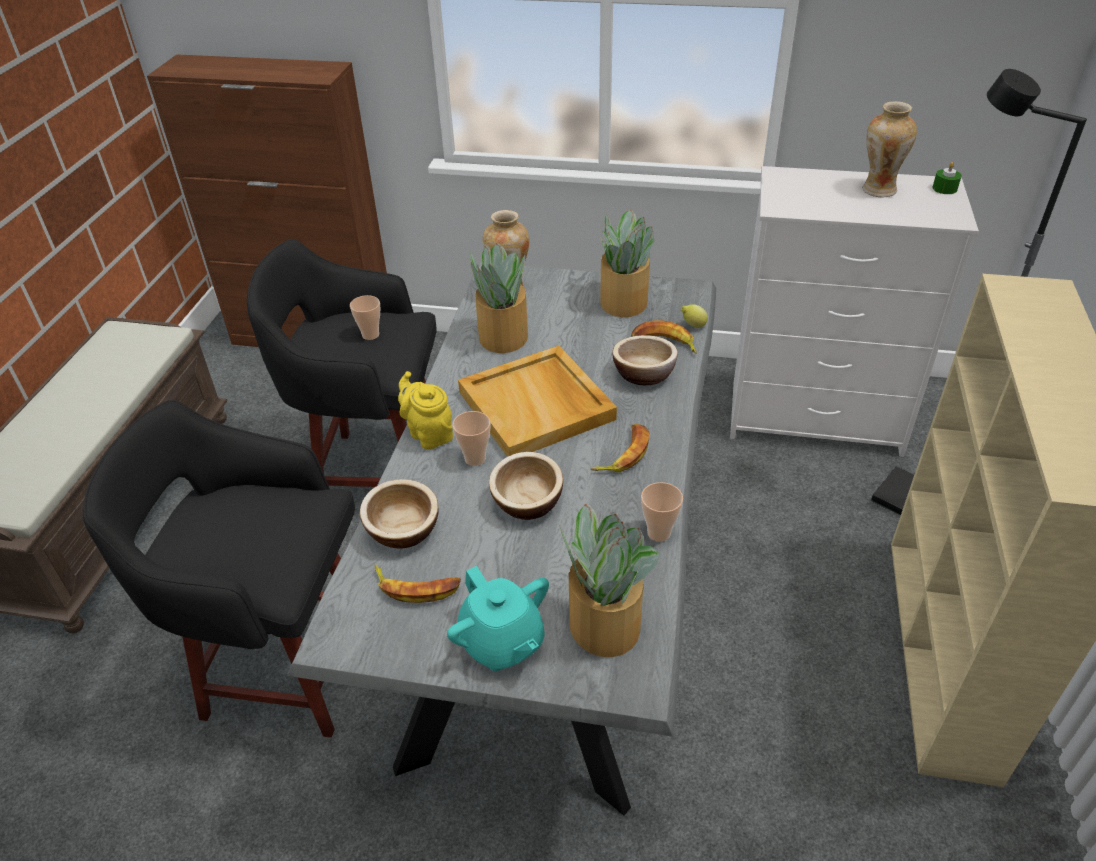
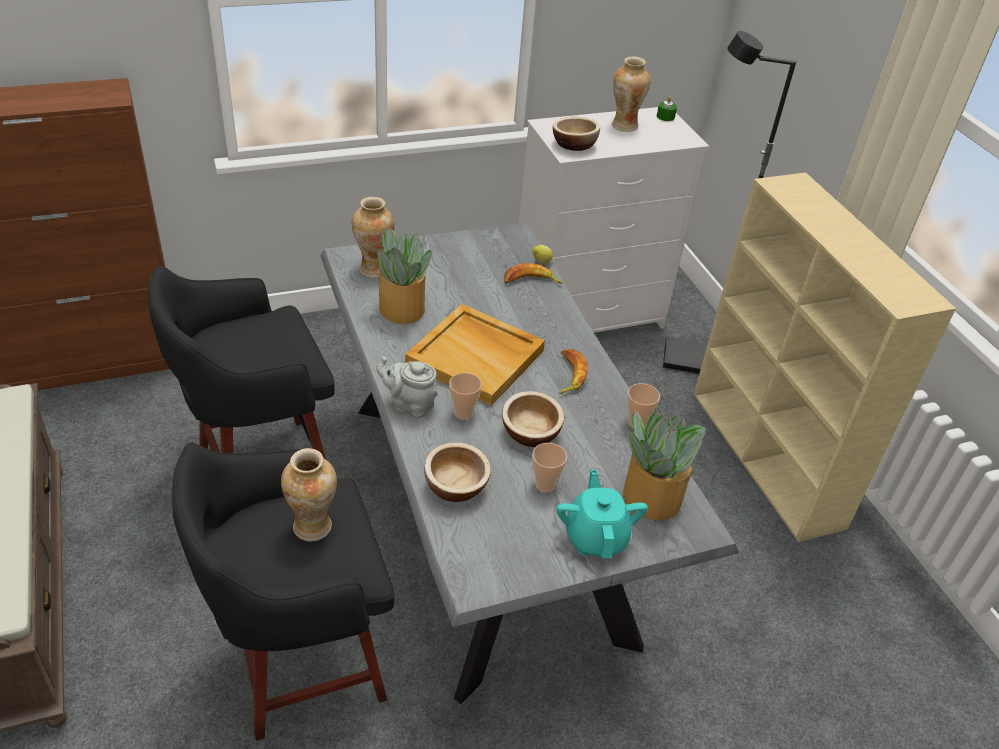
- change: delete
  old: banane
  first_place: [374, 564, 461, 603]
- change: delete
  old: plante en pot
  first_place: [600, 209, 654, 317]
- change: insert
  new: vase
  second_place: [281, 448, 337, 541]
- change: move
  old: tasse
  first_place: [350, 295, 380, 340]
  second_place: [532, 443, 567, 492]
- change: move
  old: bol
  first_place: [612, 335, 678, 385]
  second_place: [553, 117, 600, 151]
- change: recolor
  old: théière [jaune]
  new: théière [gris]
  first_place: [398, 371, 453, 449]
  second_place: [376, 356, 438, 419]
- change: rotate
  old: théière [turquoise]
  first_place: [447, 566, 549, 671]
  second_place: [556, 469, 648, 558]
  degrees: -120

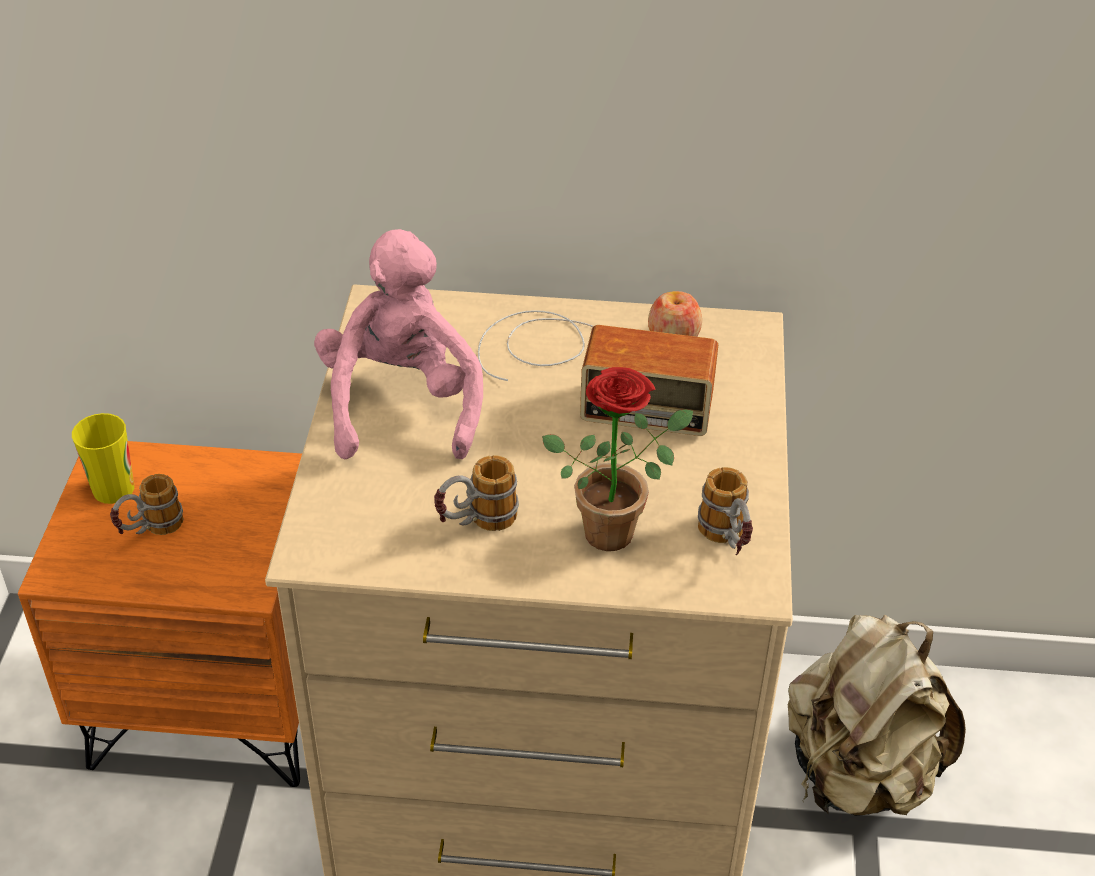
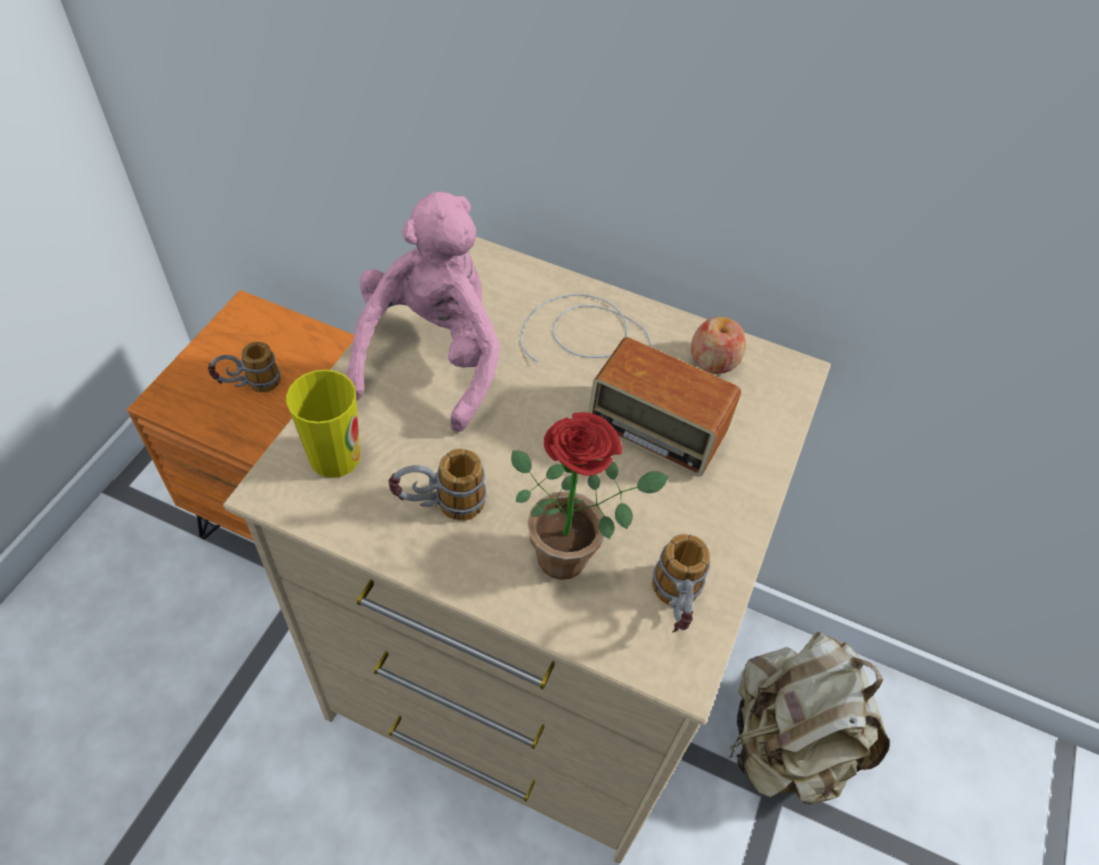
- change: move
  old: tasse
  first_place: [72, 413, 134, 504]
  second_place: [286, 369, 360, 478]

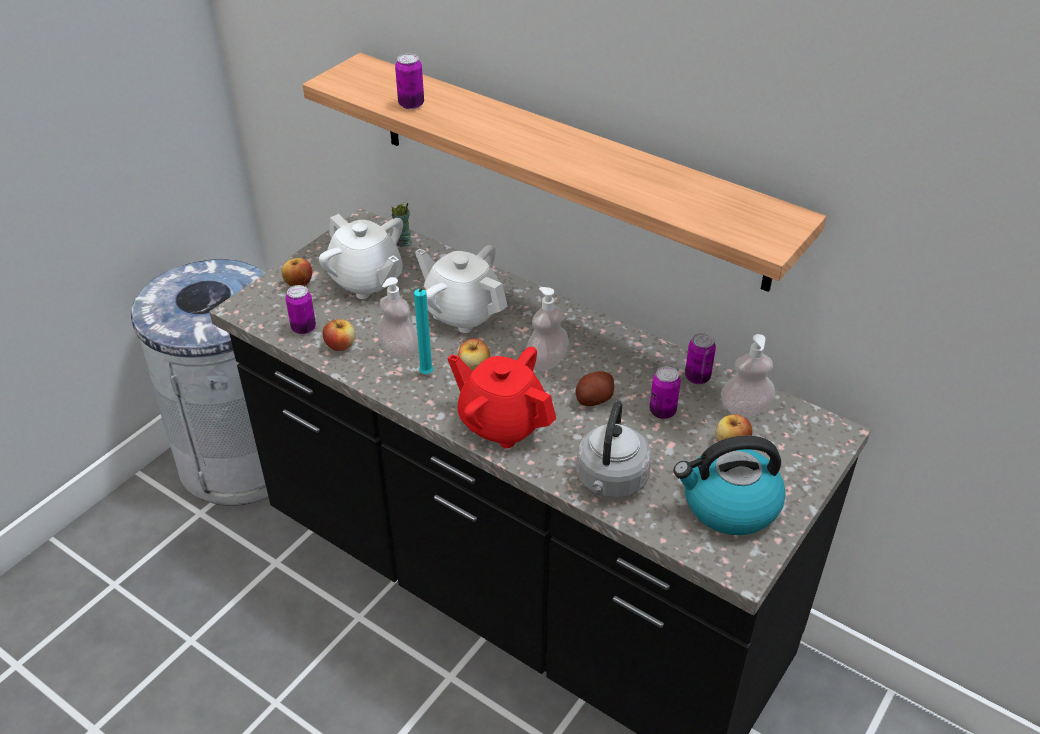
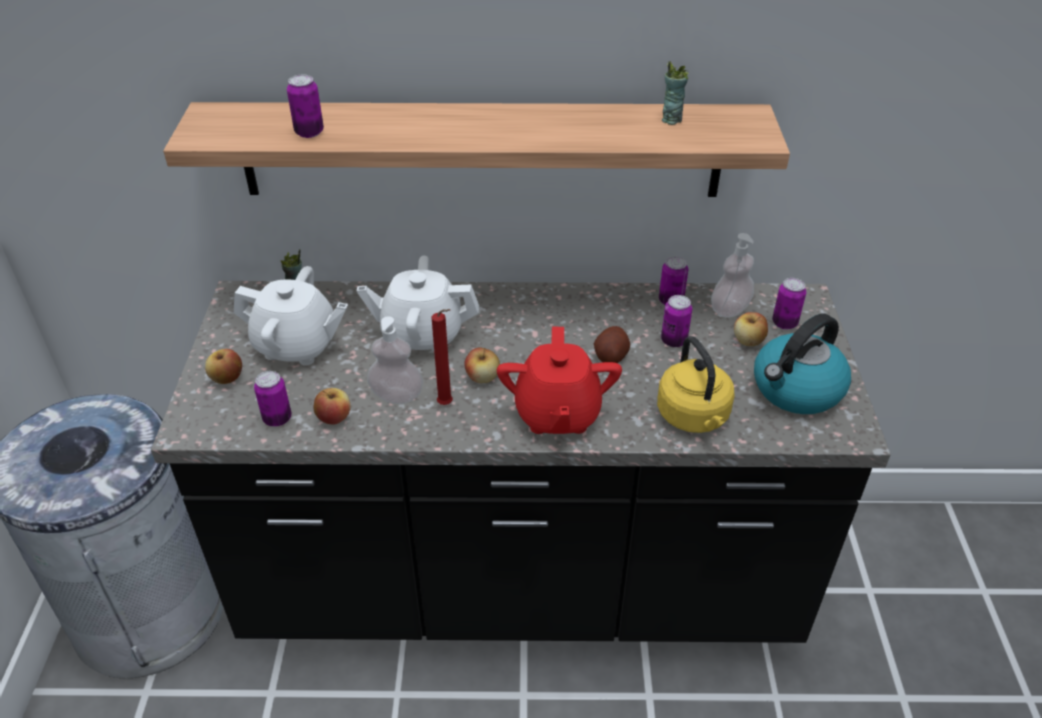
- change: delete
  old: distributeur de savon
  first_place: [526, 287, 569, 371]
- change: insert
  new: tasse
  second_place: [662, 61, 689, 125]
- change: insert
  new: boîte métallique
  second_place: [772, 278, 806, 330]
- change: recolor
  old: bougie [turquoise]
  new: bougie [rouge]
  first_place: [414, 287, 433, 374]
  second_place: [431, 309, 453, 405]
- change: recolor
  old: bouilloire [gris]
  new: bouilloire [jaune]
  first_place: [576, 401, 652, 498]
  second_place: [657, 336, 735, 433]
- change: rotate
  old: théière [rouge]
  first_place: [448, 347, 556, 448]
  second_place: [497, 326, 622, 434]
  degrees: -90

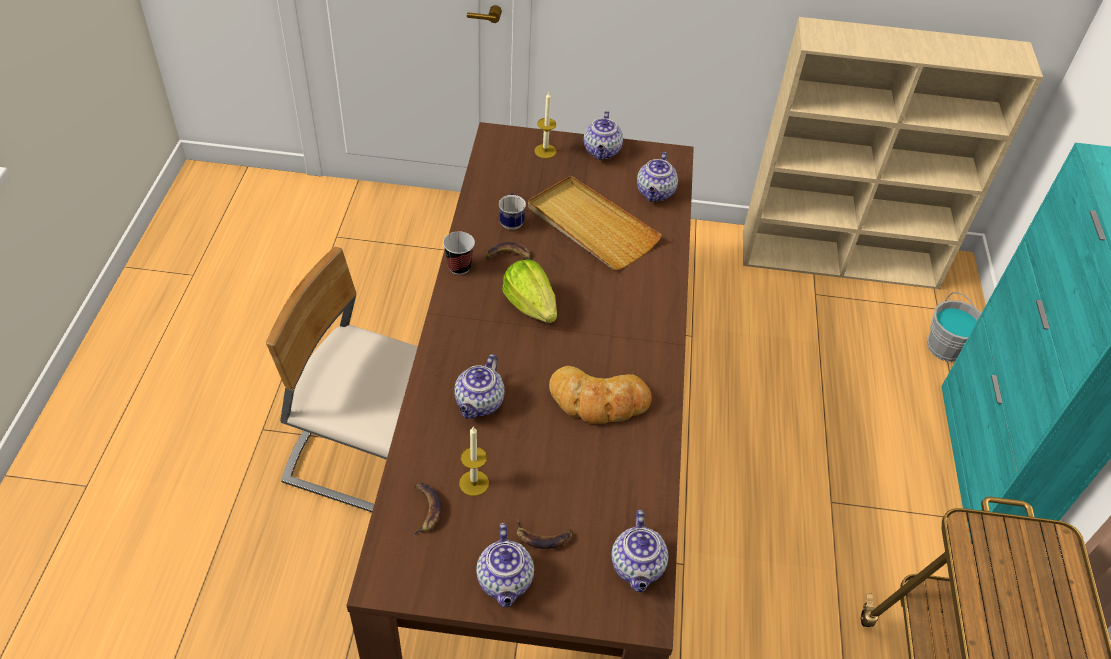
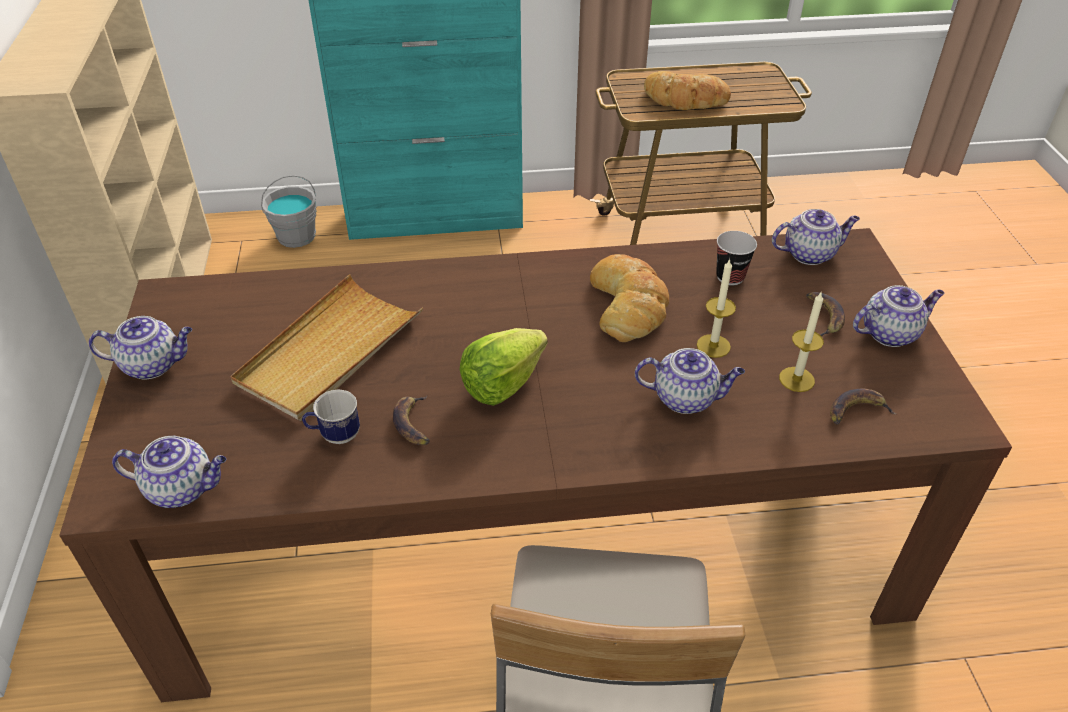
- change: insert
  new: pain
  second_place: [644, 71, 731, 110]
- change: move
  old: tasse
  first_place: [443, 231, 475, 275]
  second_place: [716, 231, 757, 285]
- change: move
  old: bougie
  first_place: [534, 92, 556, 158]
  second_place: [697, 258, 736, 358]
- change: move
  old: théière
  first_place: [637, 152, 678, 202]
  second_place: [112, 436, 226, 508]

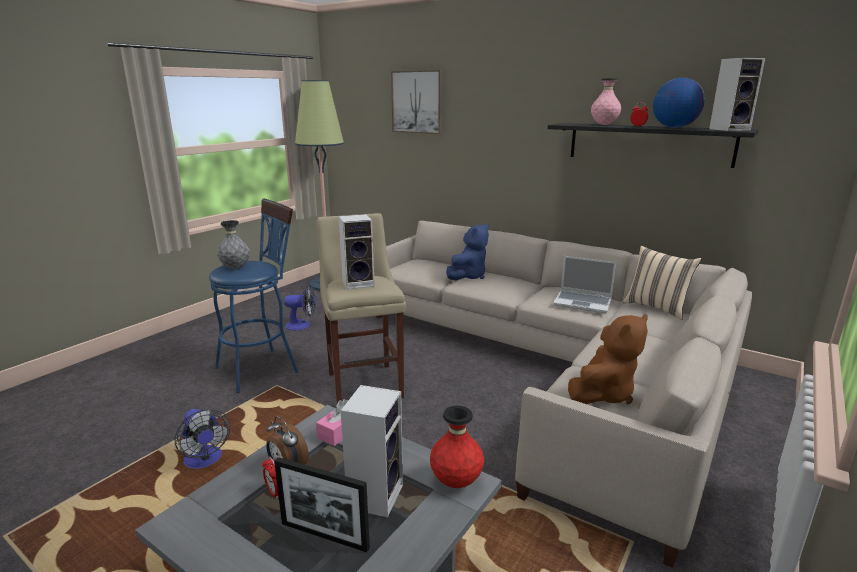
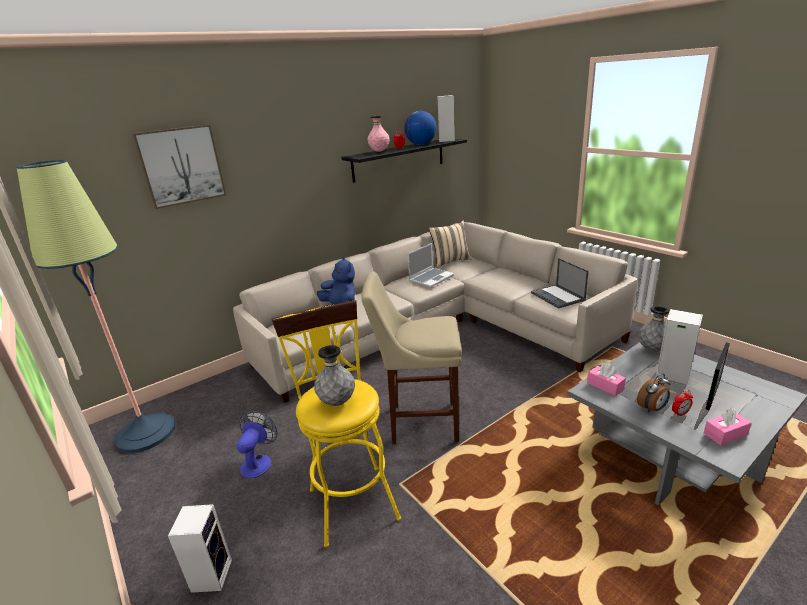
- change: delete
  old: ventilateur
  first_place: [174, 409, 231, 469]
- change: insert
  new: boîte à mouchoirs [rose]
  second_place: [704, 408, 752, 445]
- change: move
  old: enceinte
  first_place: [338, 214, 375, 290]
  second_place: [168, 504, 232, 593]
- change: replace
  old: peluche [marron]
  new: ordinateur portable
  first_place: [568, 314, 648, 404]
  second_place: [531, 258, 589, 309]
- change: recolor
  old: tabouret [bleu]
  new: tabouret [jaune]
  first_place: [209, 198, 298, 393]
  second_place: [271, 300, 401, 548]
- change: recolor
  old: vase [rouge]
  new: vase [gris]
  first_place: [430, 406, 484, 488]
  second_place: [638, 306, 669, 352]

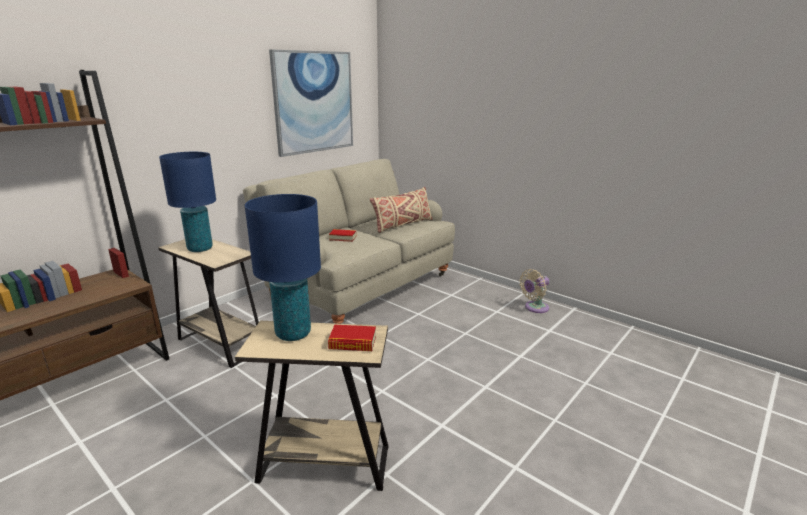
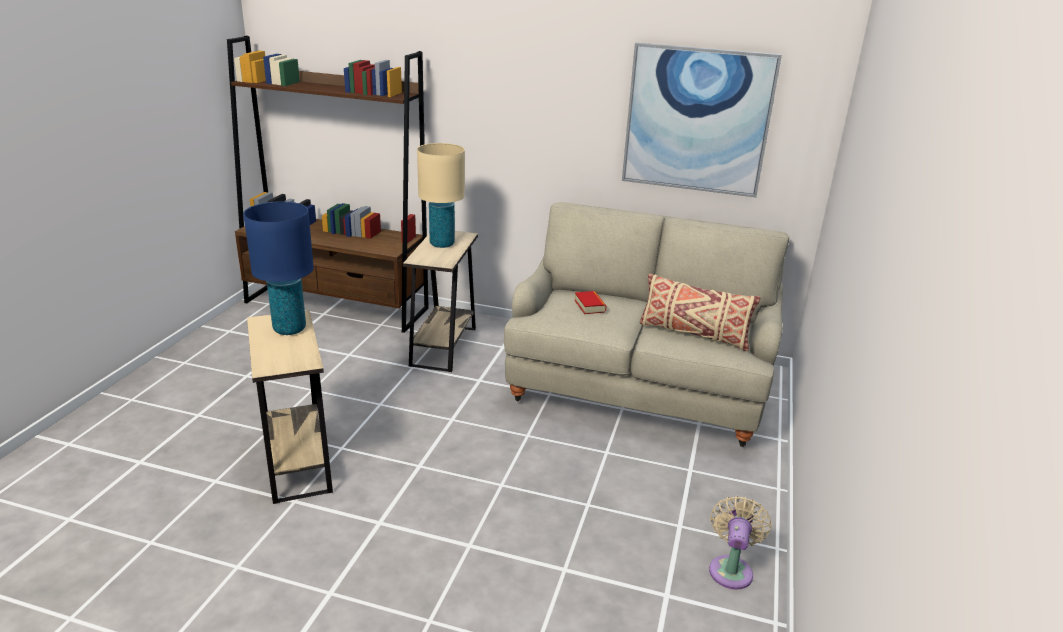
- change: delete
  old: livre
  first_place: [328, 325, 376, 351]
- change: recolor
  old: lampe de table [bleu]
  new: lampe de table [beige]
  first_place: [159, 152, 216, 252]
  second_place: [417, 143, 465, 248]
- change: rotate
  old: ventilateur [beige]
  first_place: [519, 269, 549, 313]
  second_place: [709, 496, 772, 589]
  degrees: 75

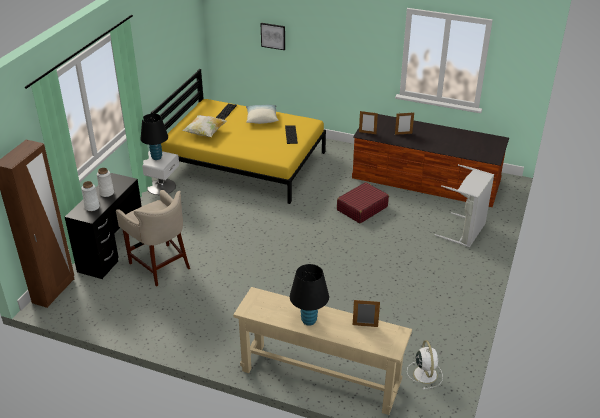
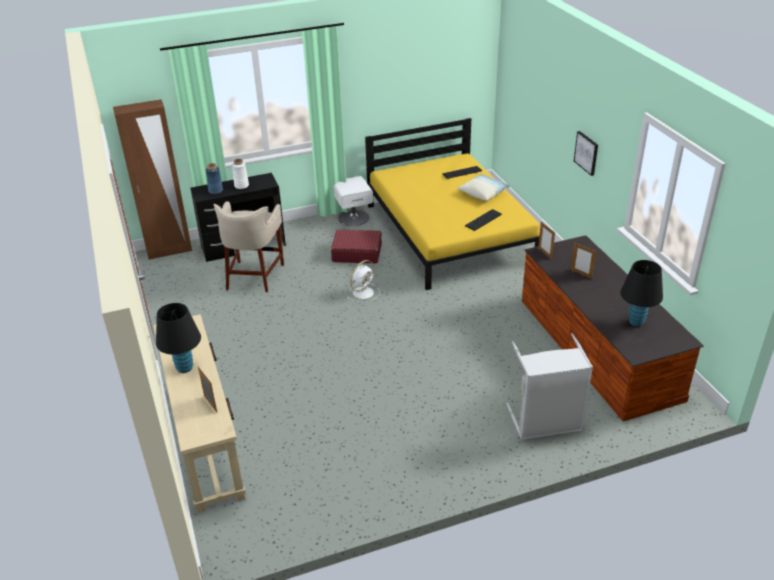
- change: delete
  old: coussin
  first_place: [182, 115, 227, 137]
- change: move
  old: lampe de table [noir]
  first_place: [141, 114, 168, 160]
  second_place: [620, 260, 663, 326]
- change: move
  old: tableau
  first_place: [261, 23, 285, 50]
  second_place: [574, 131, 598, 176]
- change: move
  old: valise [rouge]
  first_place: [337, 182, 389, 223]
  second_place: [331, 230, 382, 263]
- change: move
  old: ventilateur [blanc]
  first_place: [407, 340, 443, 390]
  second_place: [347, 260, 380, 302]
- change: recolor
  old: vase [blanc]
  new: vase [bleu]
  first_place: [81, 181, 100, 211]
  second_place: [206, 163, 223, 194]

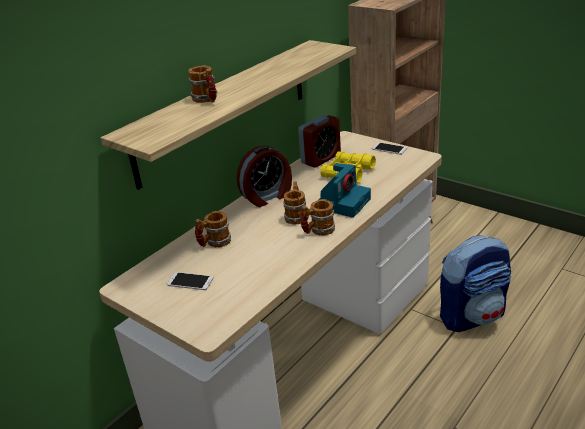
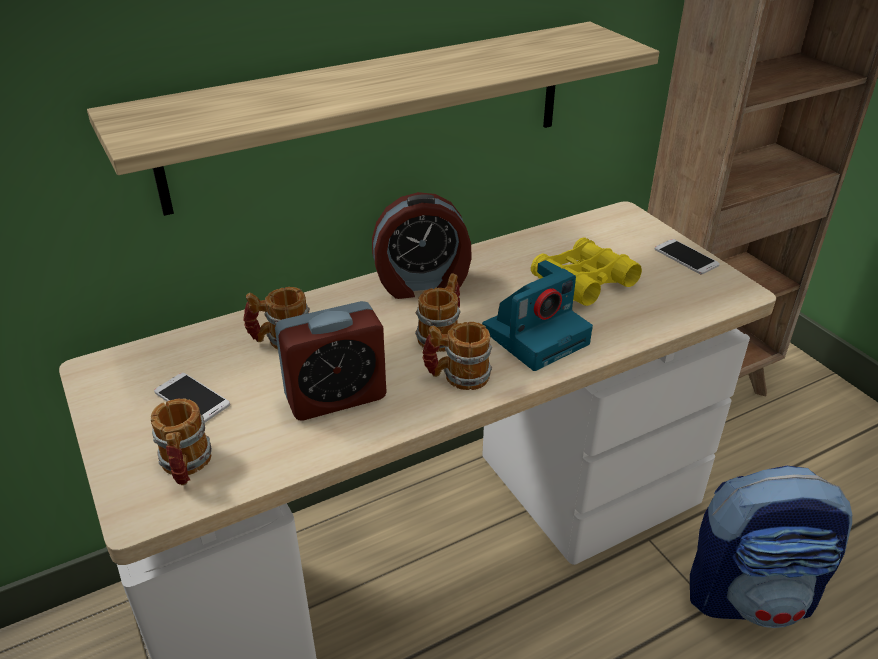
- change: move
  old: mug
  first_place: [188, 66, 217, 103]
  second_place: [151, 398, 212, 485]
- change: move
  old: réveil
  first_place: [298, 114, 341, 168]
  second_place: [275, 301, 386, 420]

